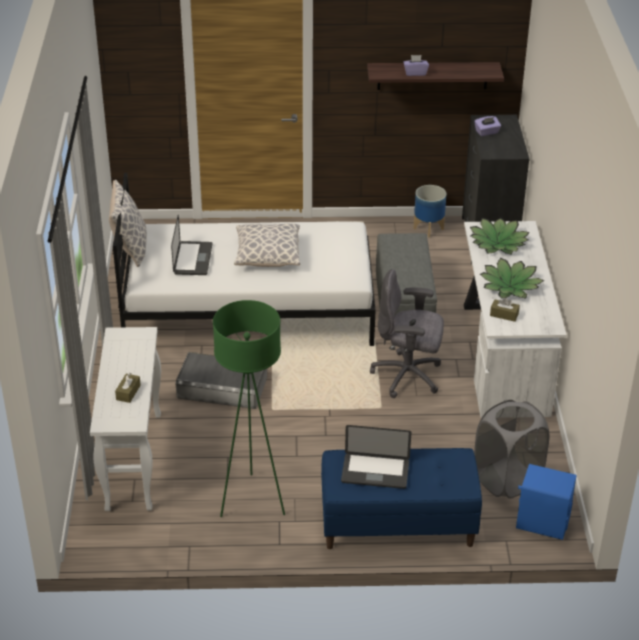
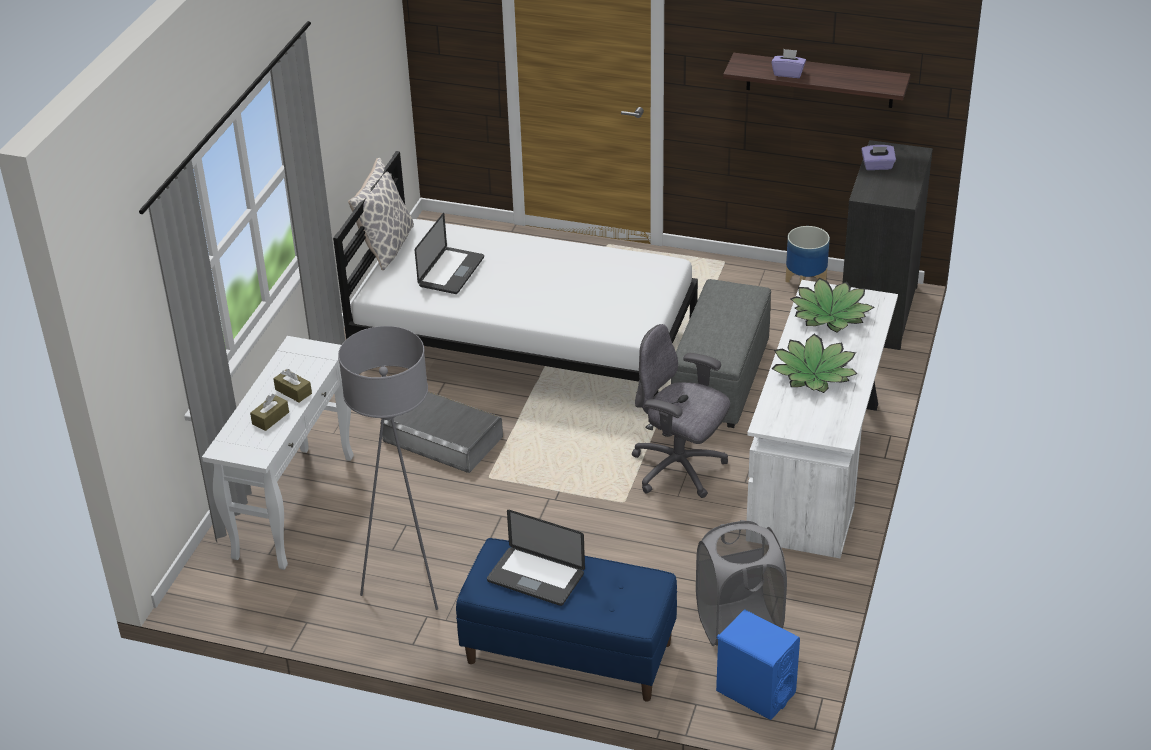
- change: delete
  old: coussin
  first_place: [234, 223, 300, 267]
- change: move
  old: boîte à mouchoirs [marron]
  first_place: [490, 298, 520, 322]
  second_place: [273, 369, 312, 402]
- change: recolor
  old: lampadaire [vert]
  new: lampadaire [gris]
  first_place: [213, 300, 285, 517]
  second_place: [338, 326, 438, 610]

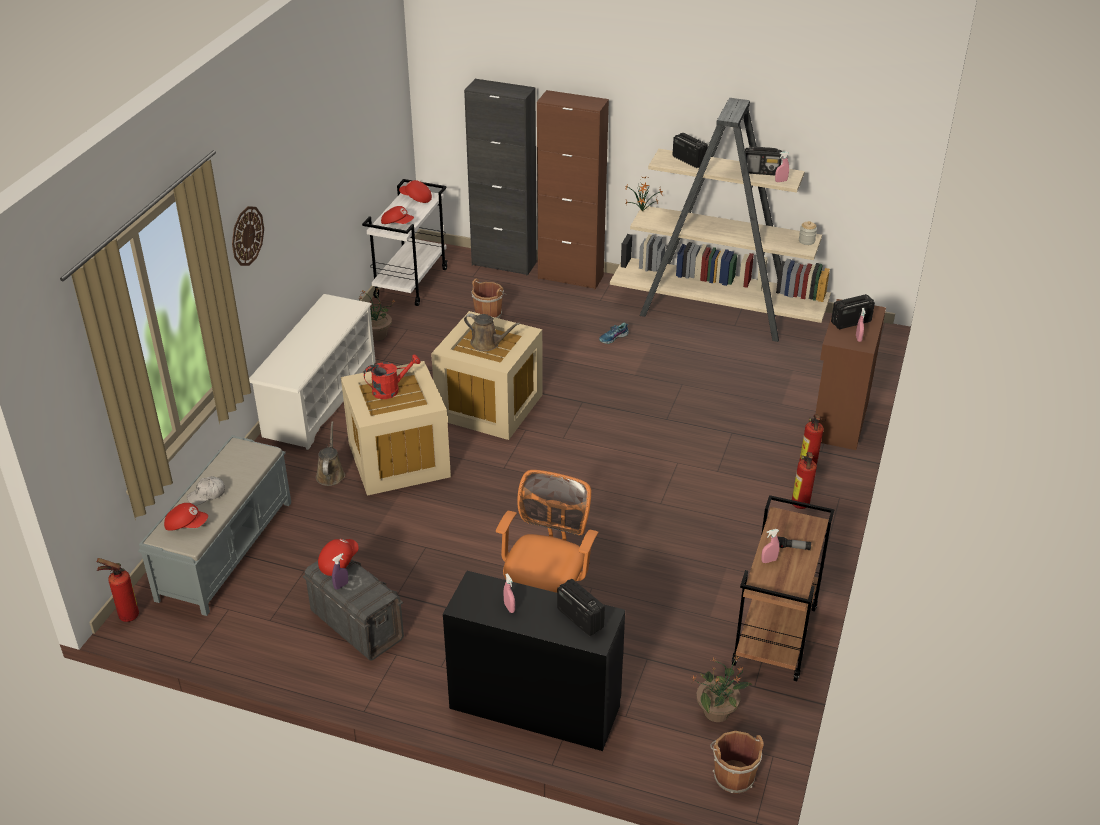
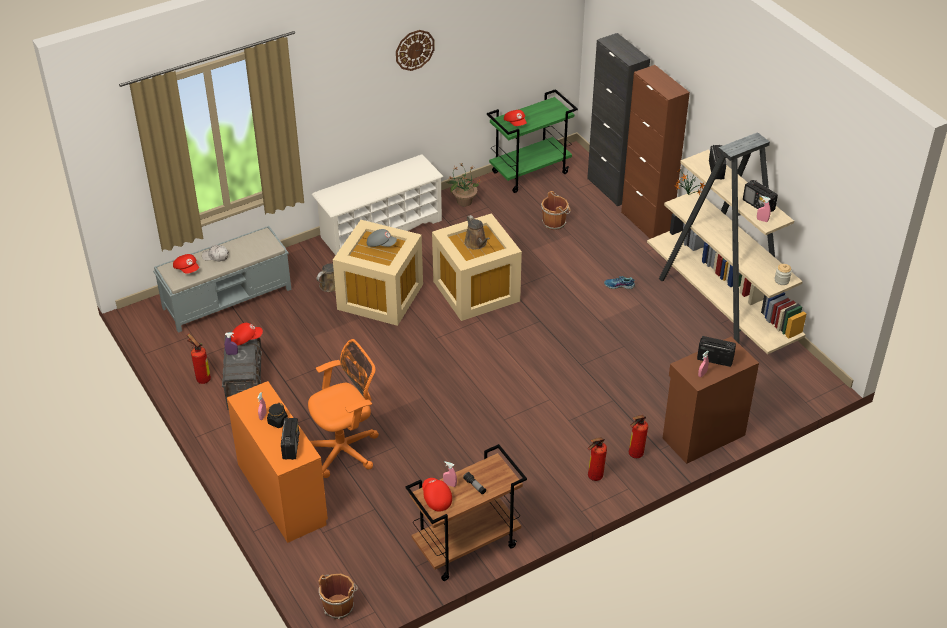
- change: delete
  old: plante en pot
  first_place: [691, 654, 753, 722]
- change: insert
  new: bocal [noir]
  second_place: [267, 403, 288, 428]
- change: move
  old: extincteur
  first_place: [96, 558, 139, 622]
  second_place: [187, 333, 211, 384]
- change: move
  old: horloge murale
  first_place: [232, 206, 264, 266]
  second_place: [396, 30, 435, 71]
- change: move
  old: casquette [rouge]
  first_place: [399, 180, 432, 203]
  second_place: [422, 478, 452, 512]
- change: replace
  old: arrosoir [rouge]
  new: casquette [gris]
  first_place: [364, 354, 421, 399]
  second_place: [367, 229, 397, 247]
- change: recolor
  old: chariot [blanc]
  new: chariot [vert]
  first_place: [362, 179, 448, 306]
  second_place: [487, 89, 578, 193]
- change: recolor
  old: bureau [noir]
  new: bureau [orange]
  first_place: [443, 571, 625, 751]
  second_place: [227, 381, 328, 543]

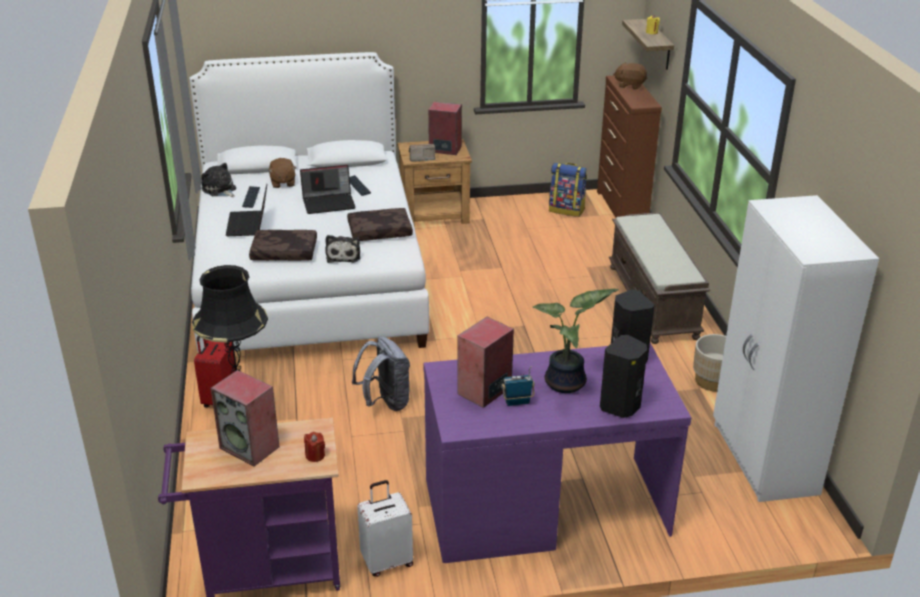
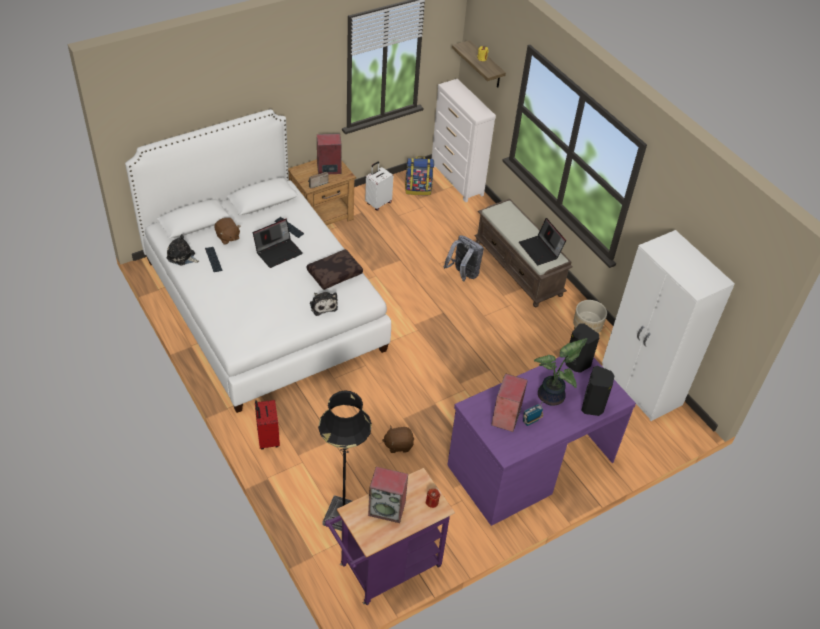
- change: delete
  old: coussin [marron]
  first_place: [249, 230, 317, 261]
- change: move
  old: ordinateur portable
  first_place: [226, 184, 267, 236]
  second_place: [519, 218, 566, 265]
- change: move
  old: sac à dos [gris]
  first_place: [352, 336, 410, 411]
  second_place: [443, 235, 484, 281]
- change: move
  old: valise [blanc]
  first_place: [357, 480, 413, 577]
  second_place: [365, 162, 393, 211]
- change: move
  old: peluche [marron]
  first_place: [613, 62, 647, 90]
  second_place: [382, 425, 414, 453]
- change: recolor
  old: commode [marron]
  new: commode [blanc]
  first_place: [597, 76, 662, 218]
  second_place: [432, 79, 496, 202]

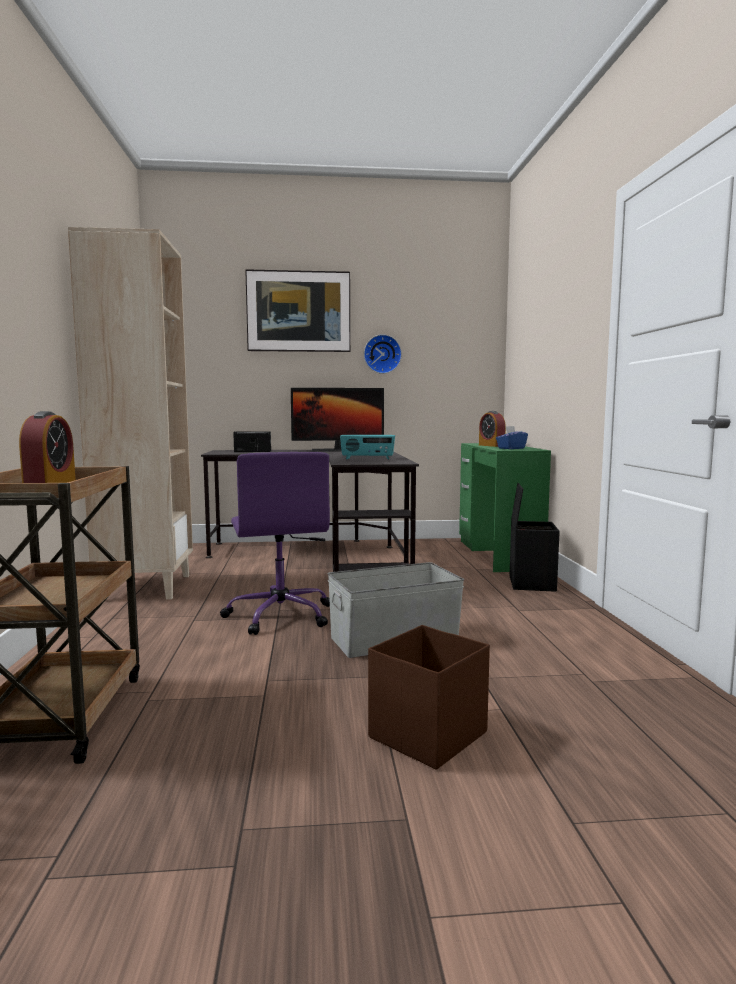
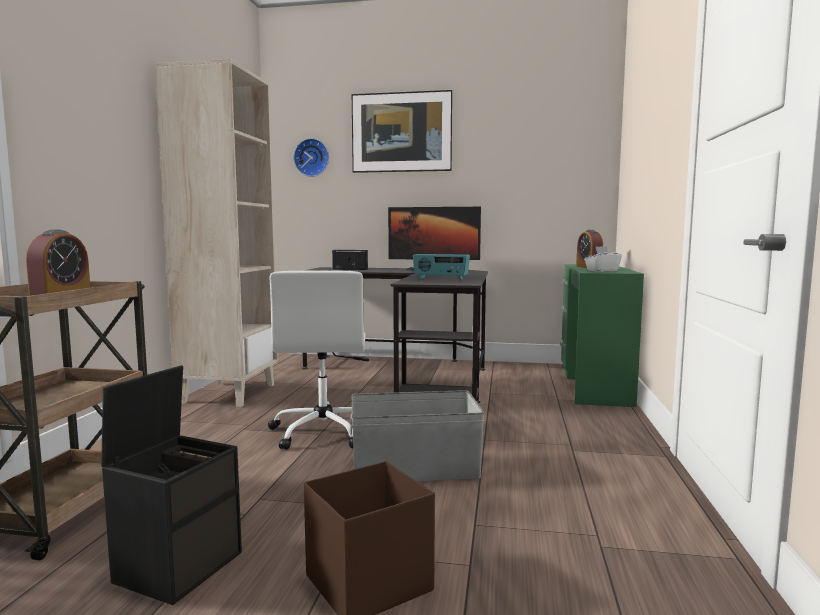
- change: move
  old: horloge murale
  first_place: [364, 334, 402, 374]
  second_place: [293, 138, 329, 177]
- change: move
  old: boîte de rangement [noir]
  first_place: [509, 483, 560, 592]
  second_place: [101, 365, 242, 605]
- change: recolor
  old: chaise de bureau [violet]
  new: chaise de bureau [blanc]
  first_place: [220, 452, 330, 635]
  second_place: [268, 270, 369, 450]
- change: recolor
  old: boîte à mouchoirs [bleu]
  new: boîte à mouchoirs [blanc]
  first_place: [496, 426, 528, 449]
  second_place: [584, 246, 622, 272]

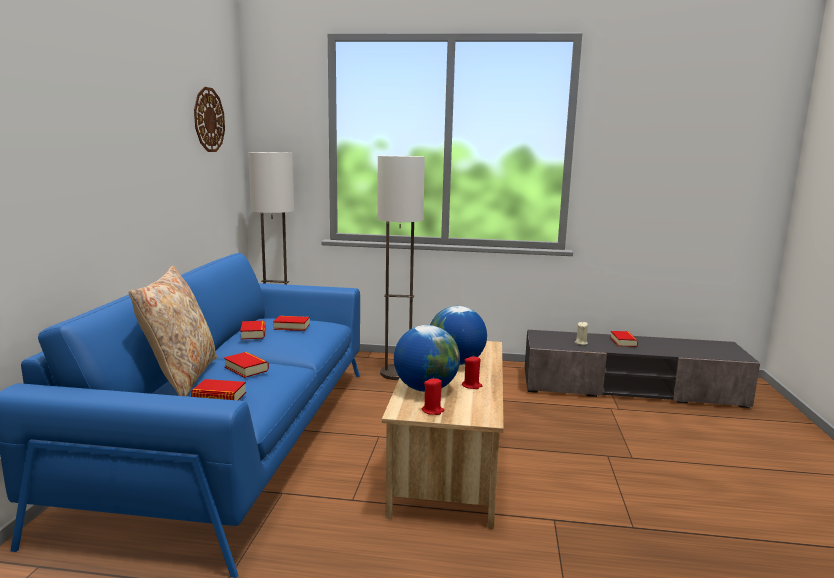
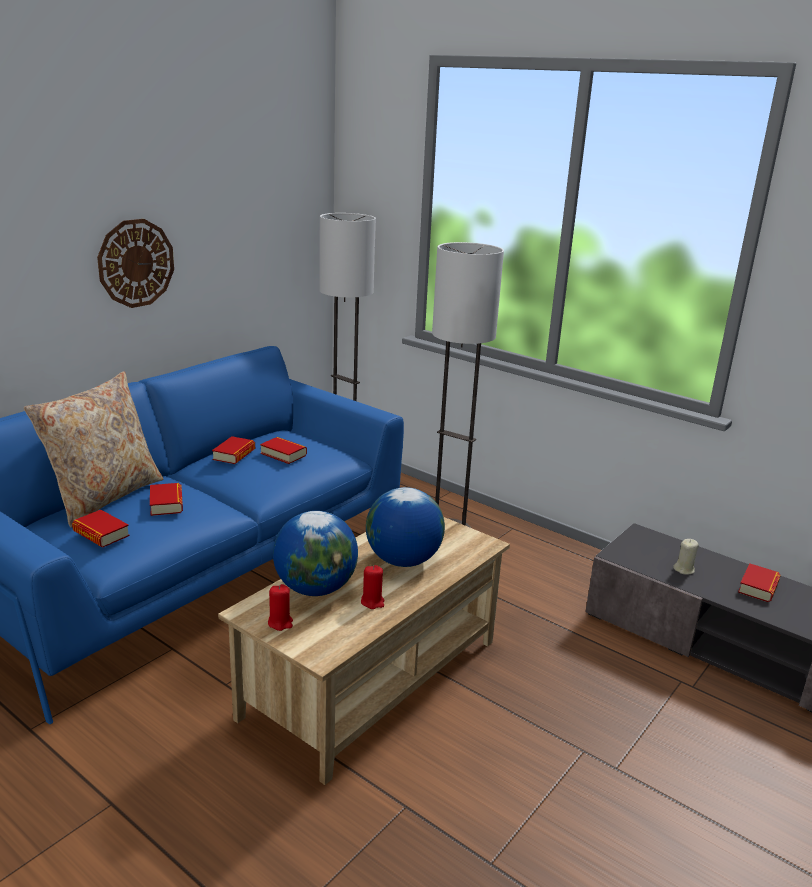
- change: move
  old: horloge murale
  first_place: [194, 87, 225, 152]
  second_place: [97, 219, 174, 308]

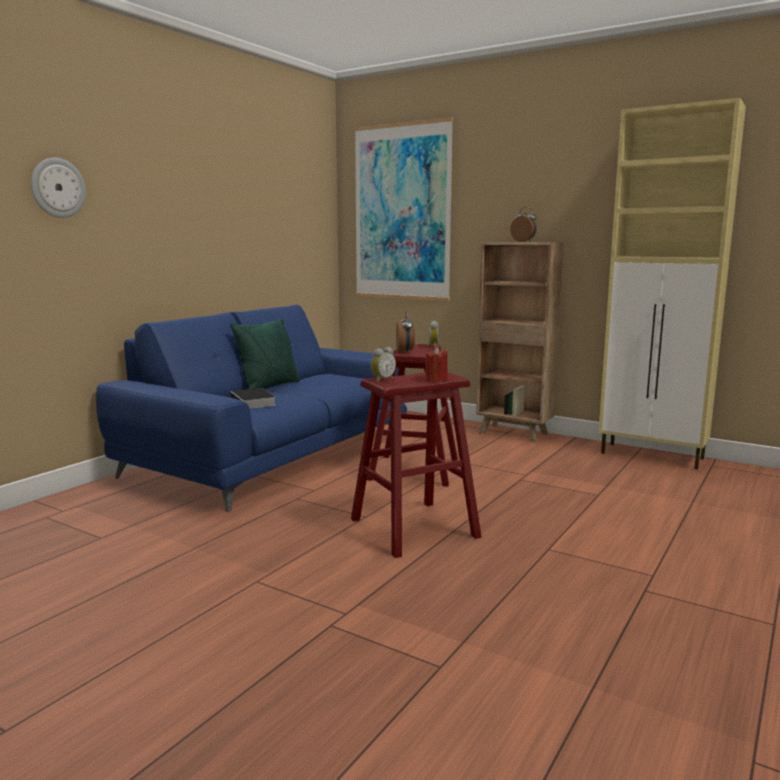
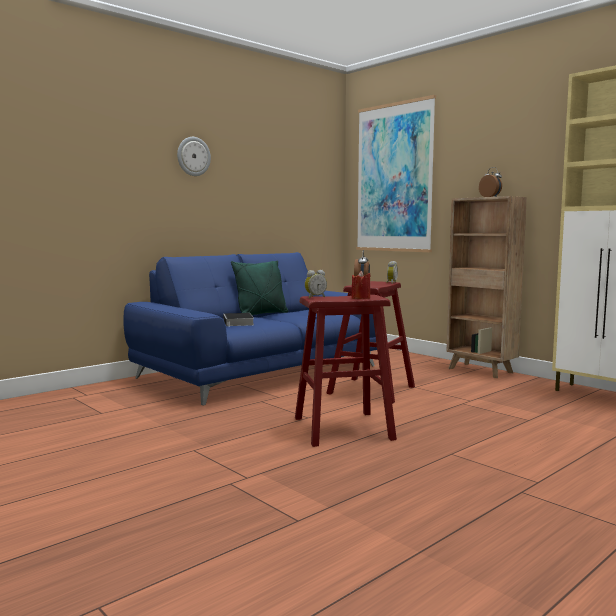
- change: move
  old: horloge murale
  first_place: [31, 158, 86, 218]
  second_place: [177, 137, 211, 176]

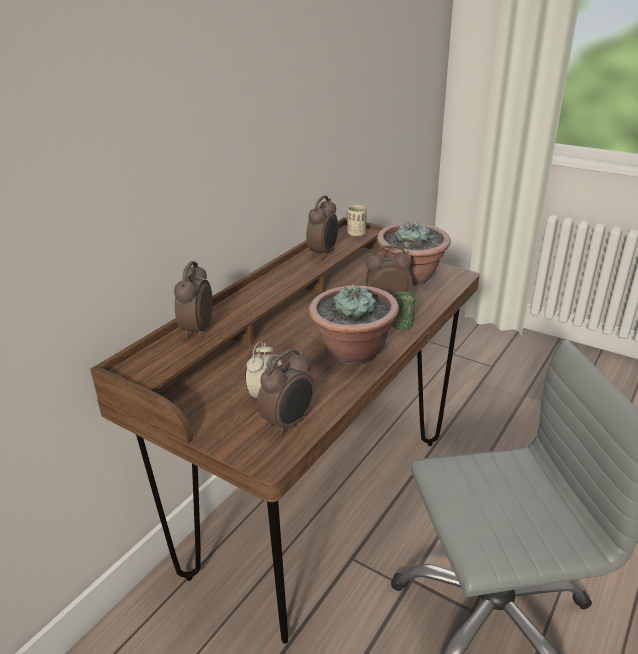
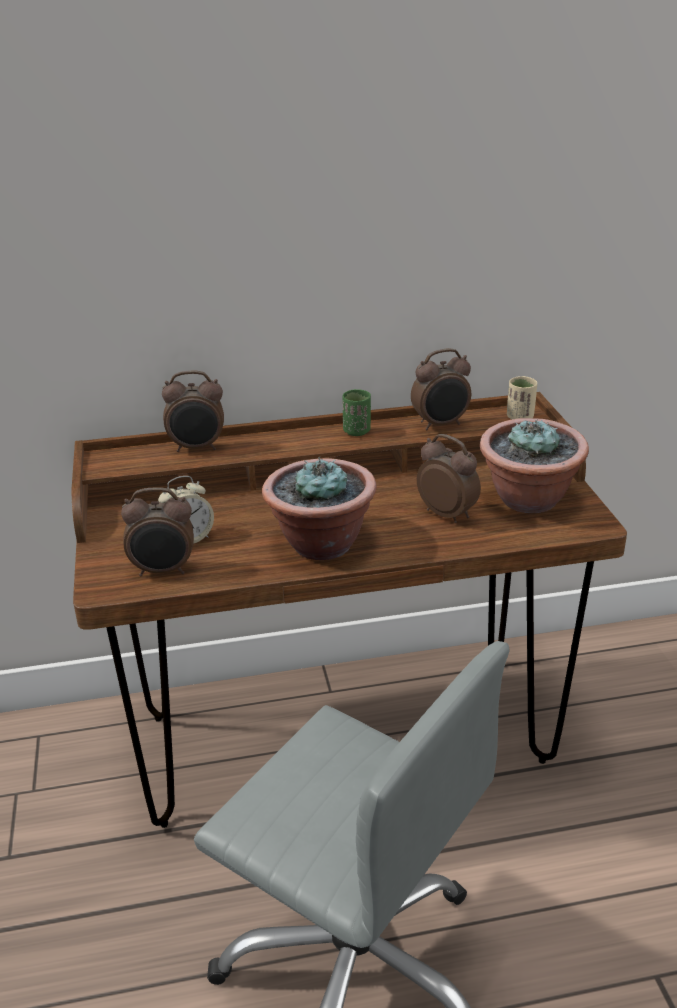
- change: move
  old: tasse [vert]
  first_place: [392, 292, 415, 330]
  second_place: [342, 389, 371, 436]
- change: rotate
  old: réveil
  first_place: [174, 261, 213, 338]
  second_place: [162, 371, 224, 452]
  degrees: -150

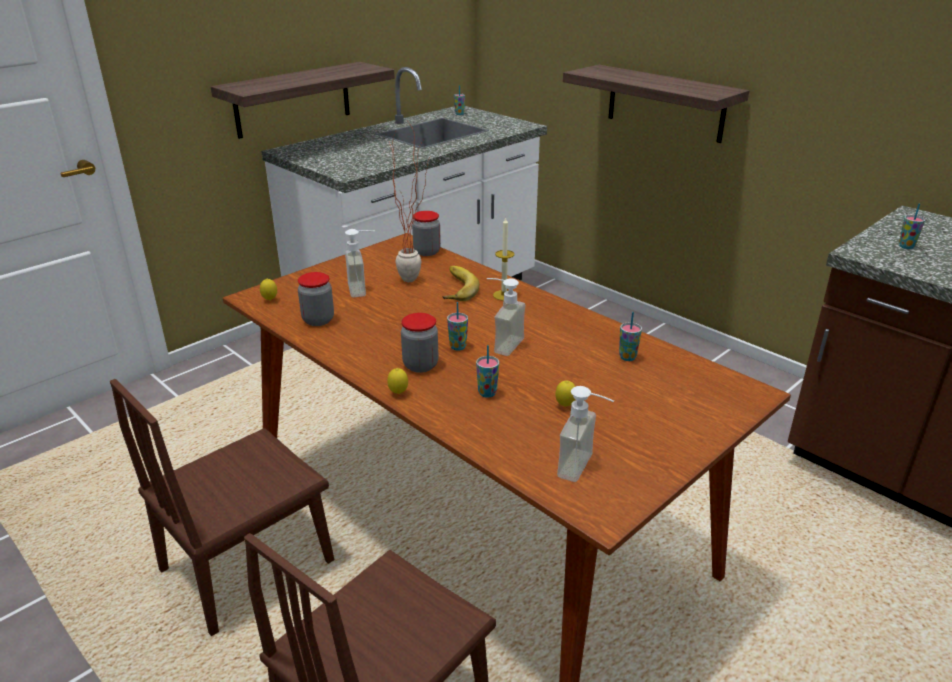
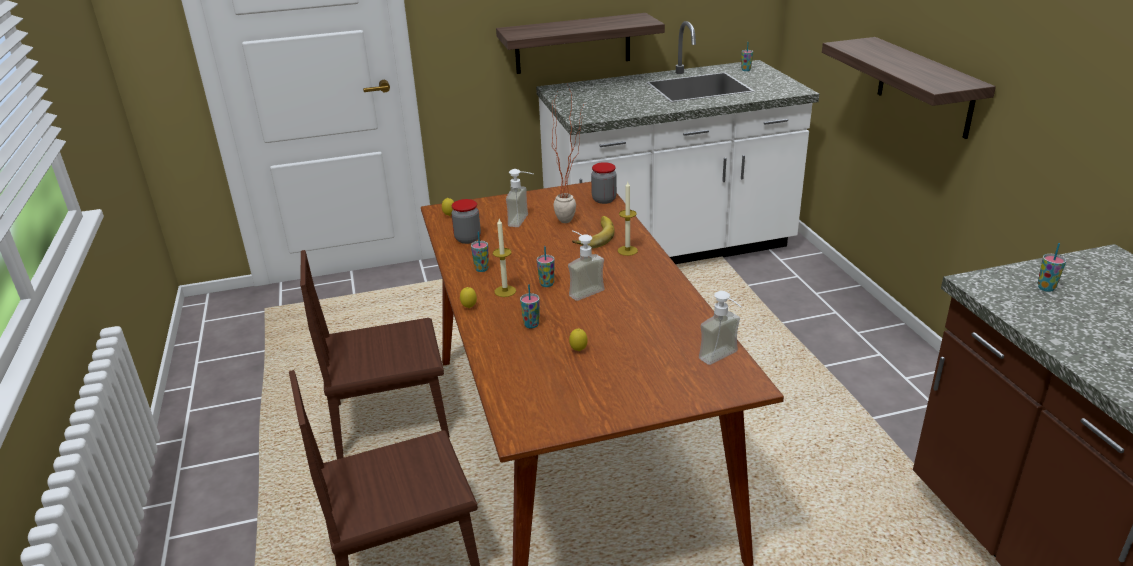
- change: move
  old: distributeur de savon
  first_place: [557, 386, 614, 482]
  second_place: [699, 291, 742, 365]
- change: move
  old: tasse
  first_place: [619, 312, 642, 361]
  second_place: [471, 232, 489, 272]
- change: replace
  old: bocal
  new: bougie
  first_place: [401, 313, 438, 373]
  second_place: [493, 219, 516, 297]

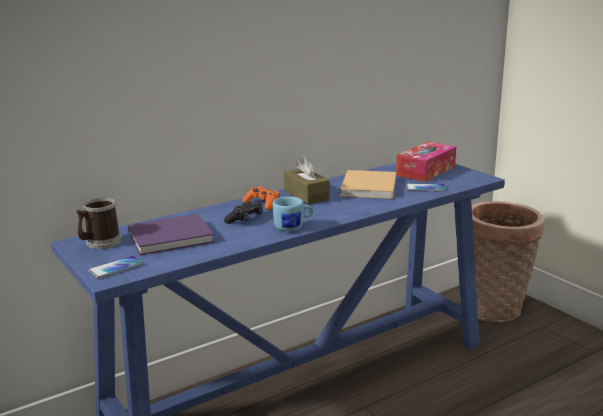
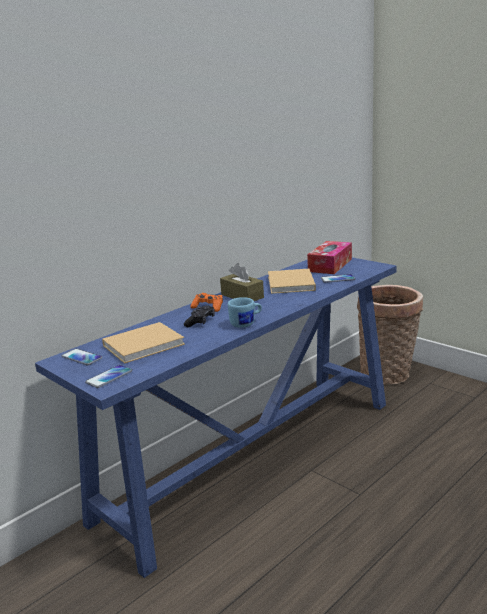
- change: replace
  old: mug
  new: téléphone
  first_place: [76, 198, 122, 249]
  second_place: [62, 349, 102, 365]
- change: recolor
  old: livre [violet]
  new: livre [beige]
  first_place: [128, 214, 214, 255]
  second_place: [102, 322, 185, 364]

